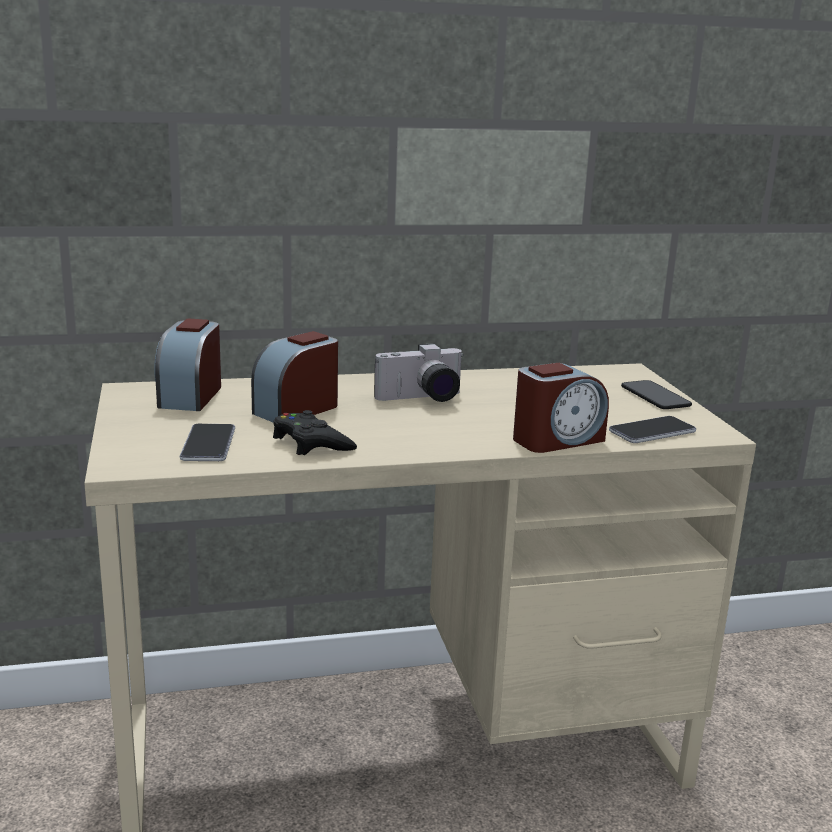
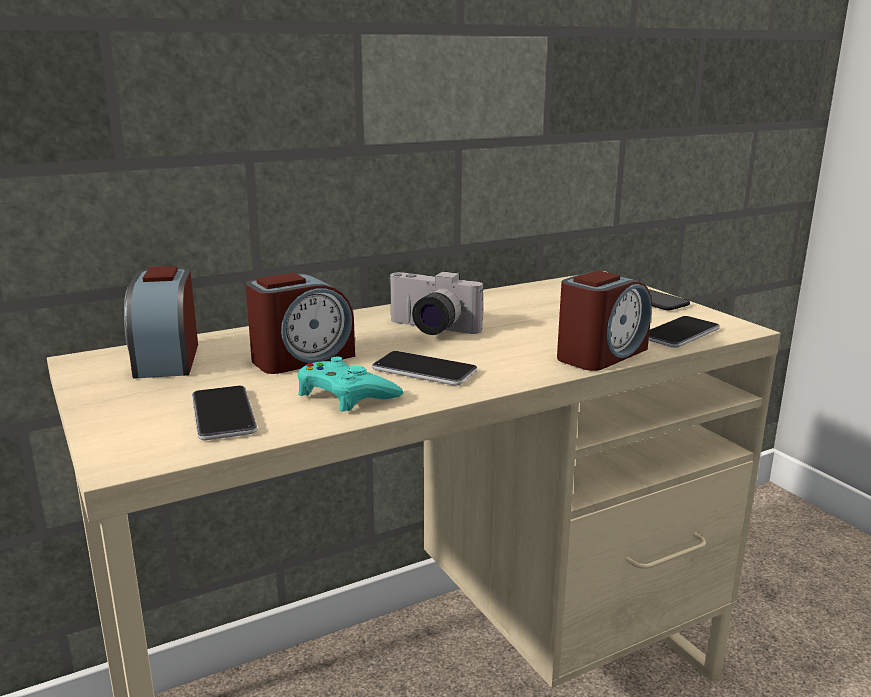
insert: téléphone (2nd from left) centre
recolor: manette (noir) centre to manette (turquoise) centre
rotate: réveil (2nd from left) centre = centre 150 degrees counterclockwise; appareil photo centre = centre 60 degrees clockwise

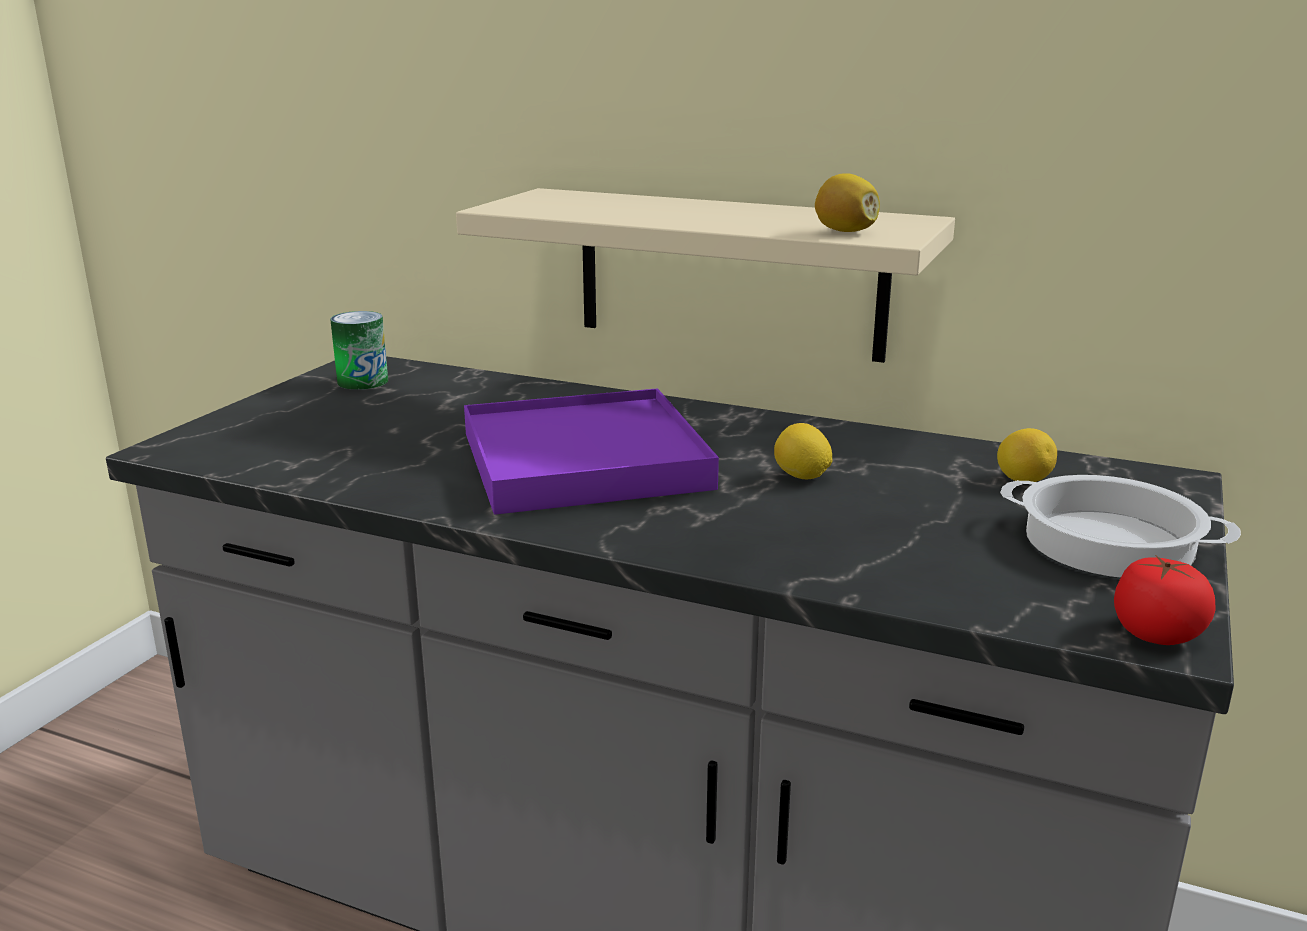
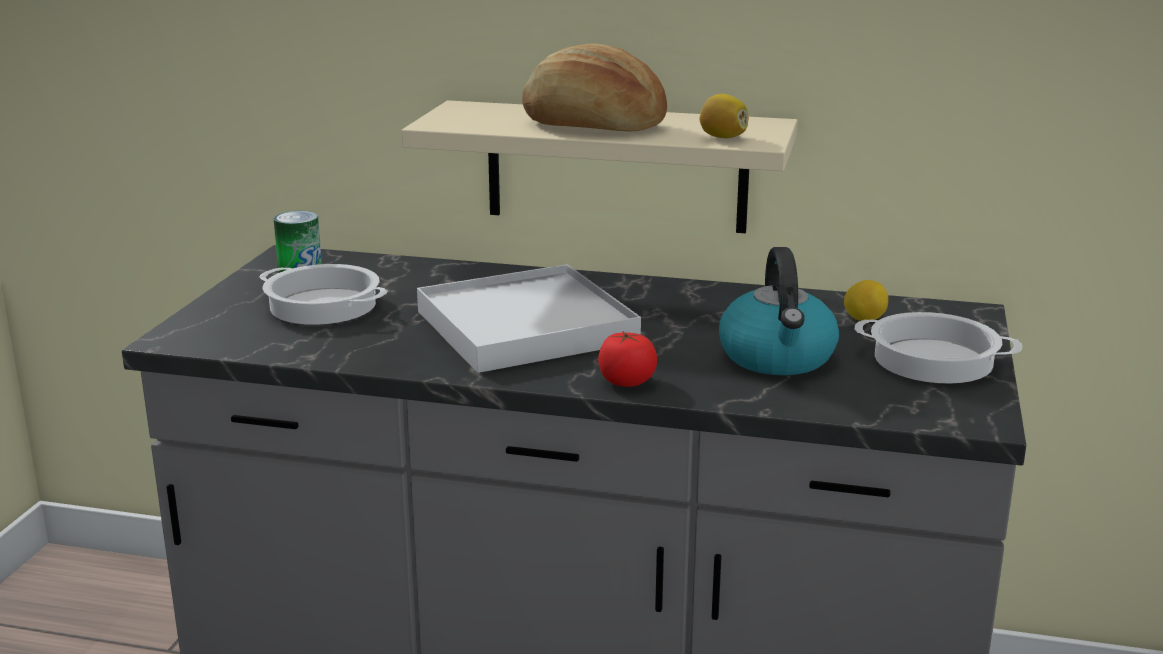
delete: citron (1st from left) centre
insert: marmite (1st from left) middle left; pain top centre; bouilloire middle right
move: tomate middle right to centre
recolor: plateau (violet) centre to plateau (blanc) centre

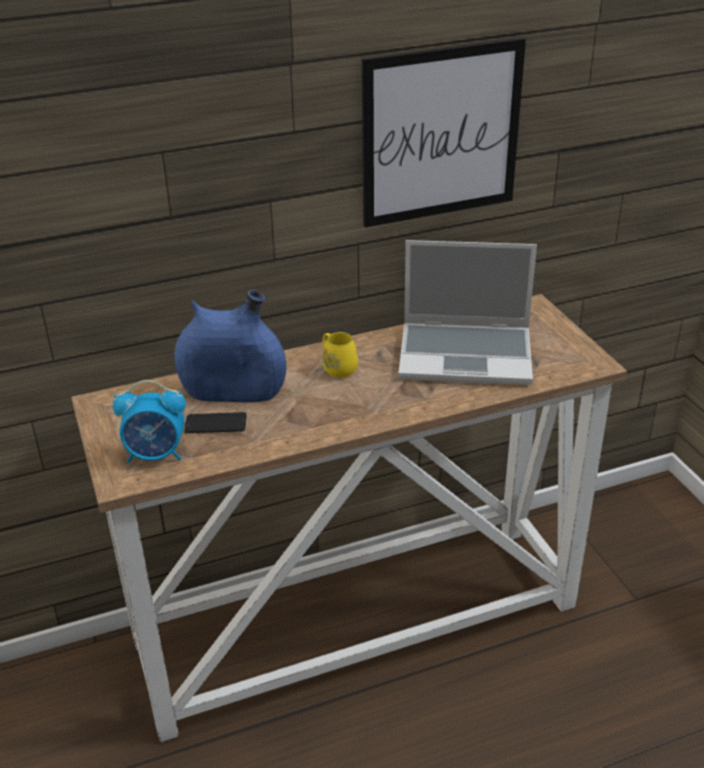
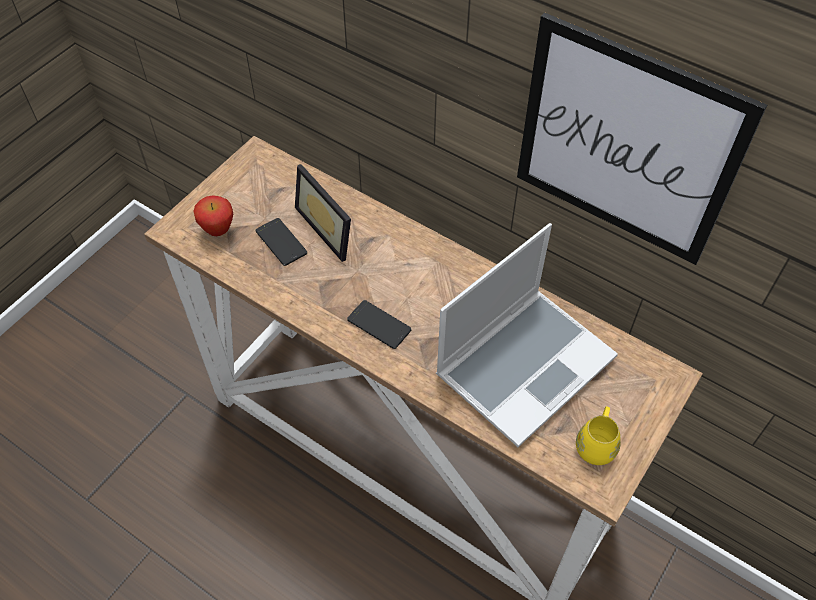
insert: téléphone (2nd from left) centre
move: mug (jaune) centre to bottom right
replace: réveil middle left to pomme middle left; vase (bleu) middle left to cadre photo centre
rotate: ordinateur portable centre = centre 105 degrees counterclockwise

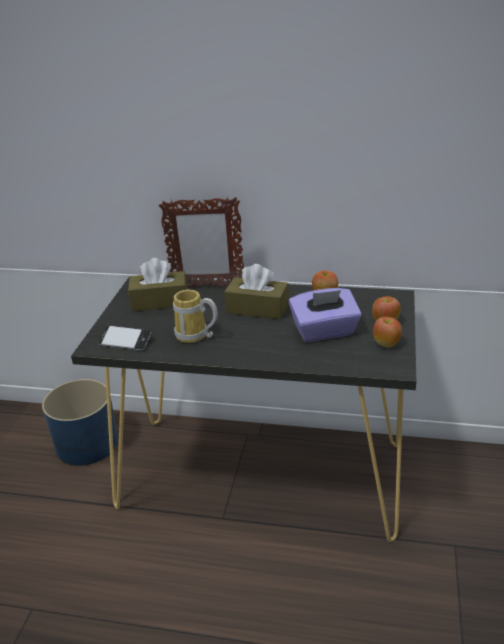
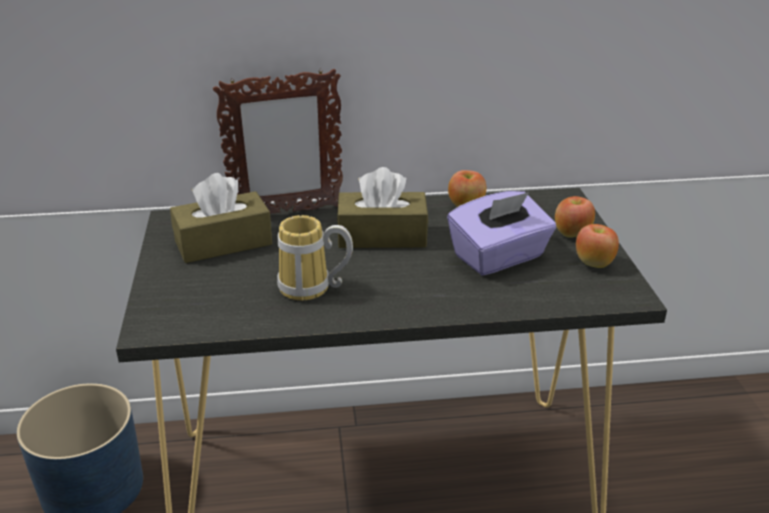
delete: téléphone middle left

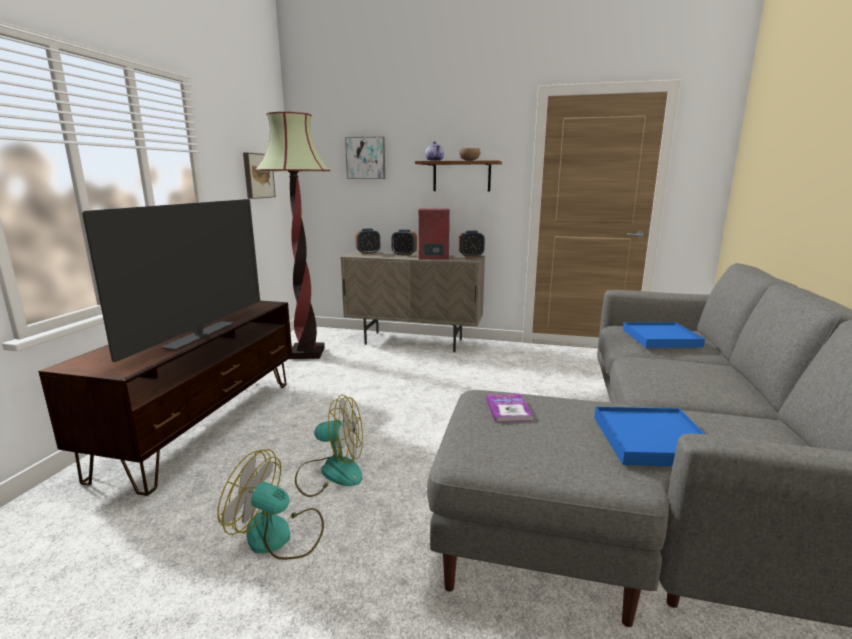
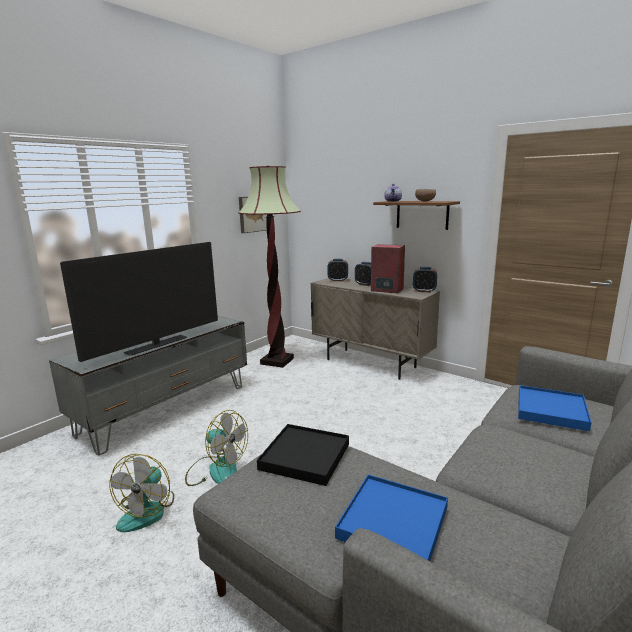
delete: tableau (2nd from left) top centre
replace: livre centre to plateau (noir) bottom centre
recolor: meuble télé (marron) middle left to meuble télé (gris) middle left
rotate: ventilateur (1st from left) bottom left = bottom left 120 degrees counterclockwise

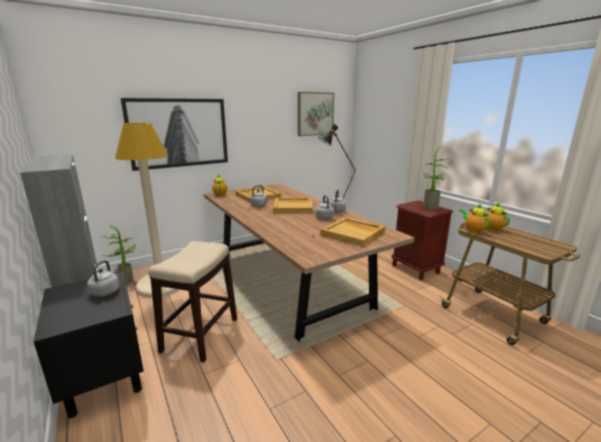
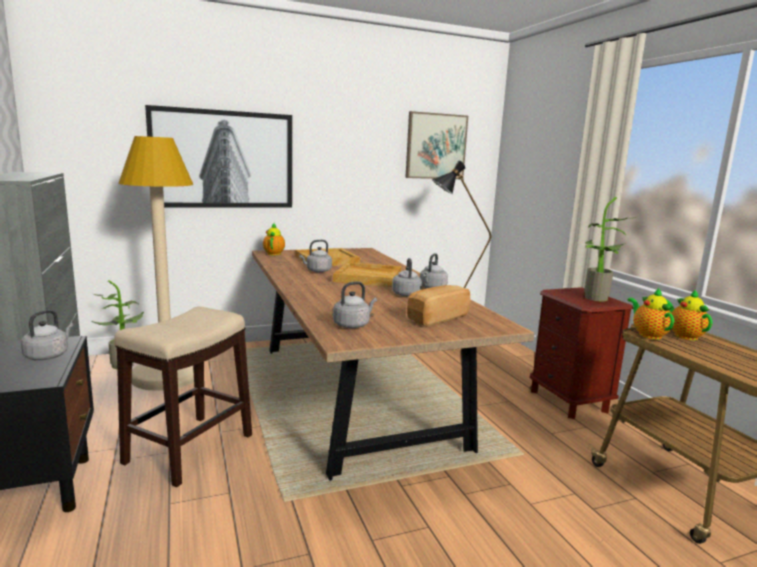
insert: bouilloire (gris) (3rd from left) centre
replace: plateau (beige) (3rd from left) centre to pain centre

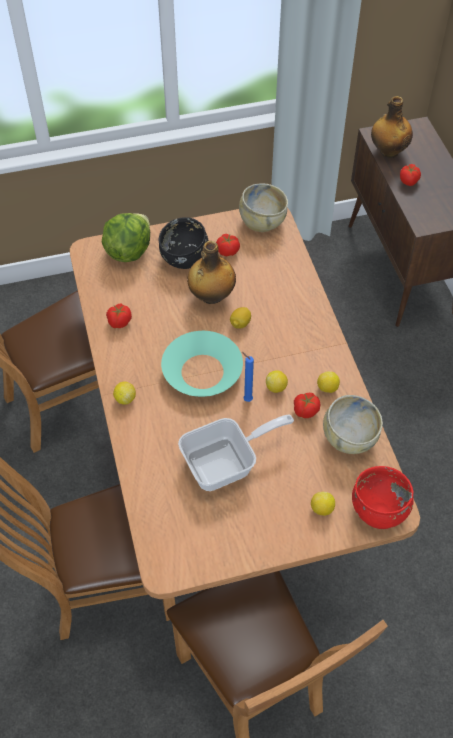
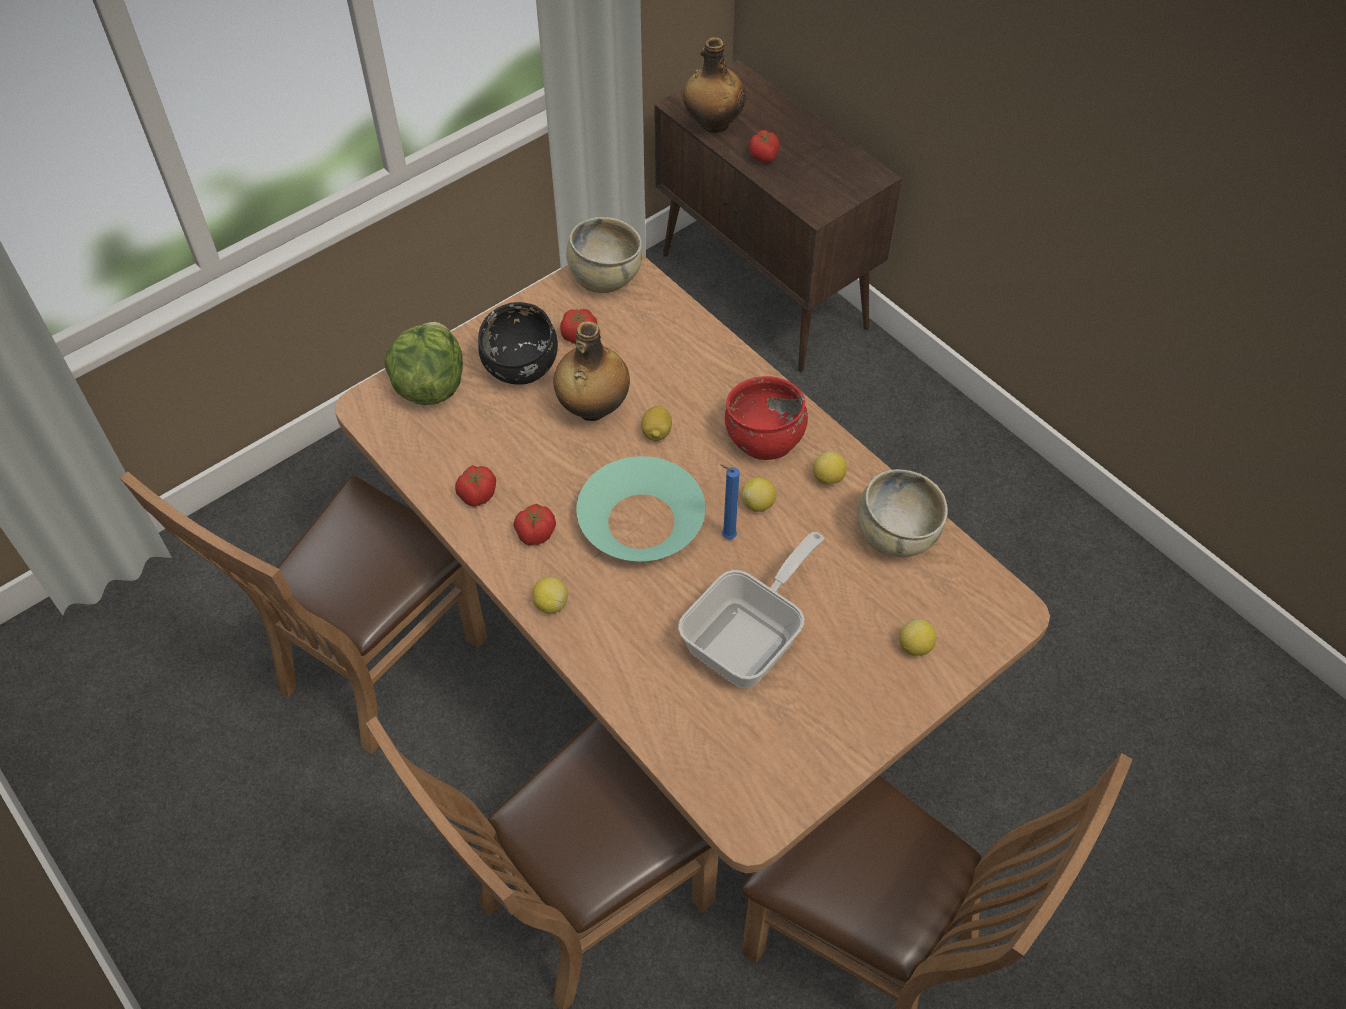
move: tomate (3rd from left in the first image) middle right to tomate (2nd from left) centre; bol (rouge) bottom right to centre

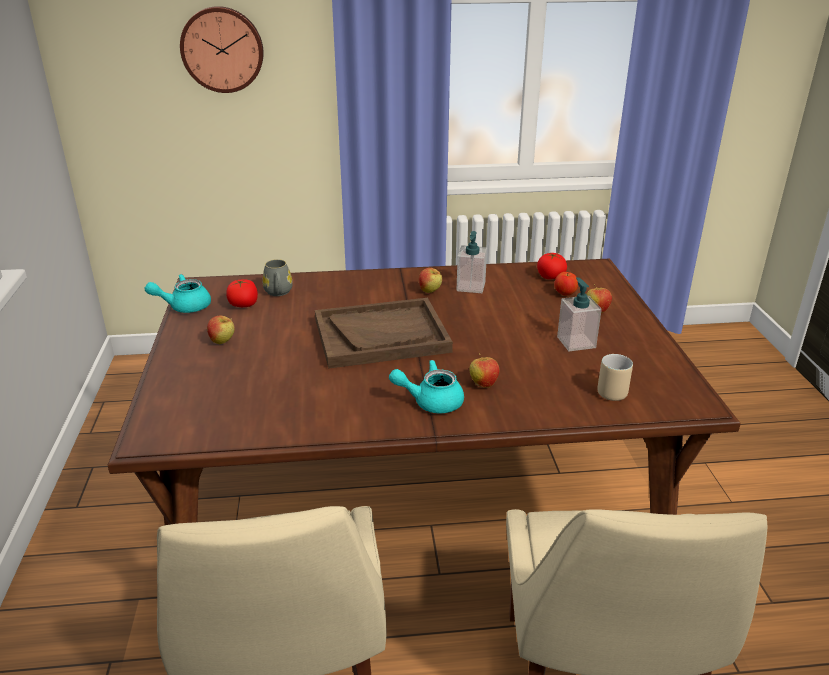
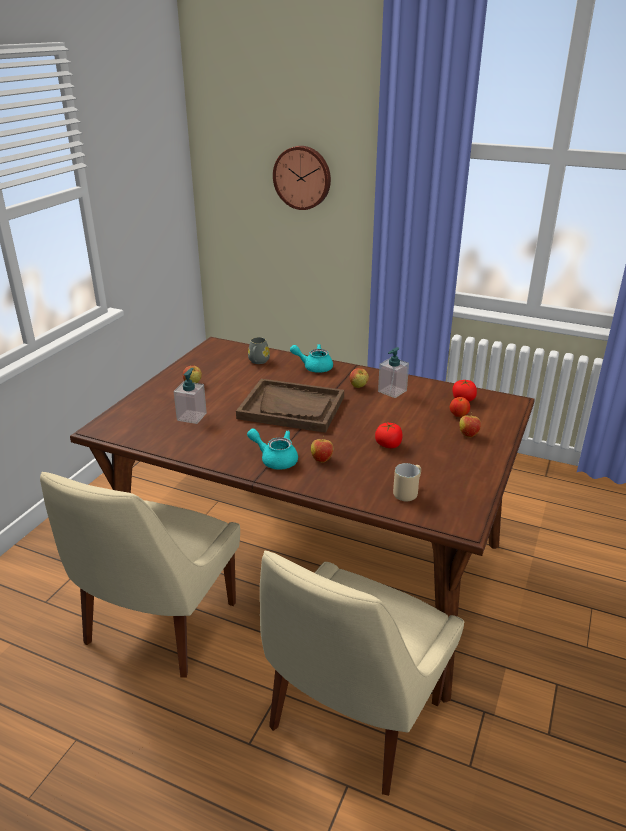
move: théière (turquoise) (1st from left in the first image) middle left to théière (turquoise) (2nd from left) centre; tomate (1st from left) middle left to centre; distributeur de savon (2nd from left in the first image) middle right to distributeur de savon (1st from left) middle left

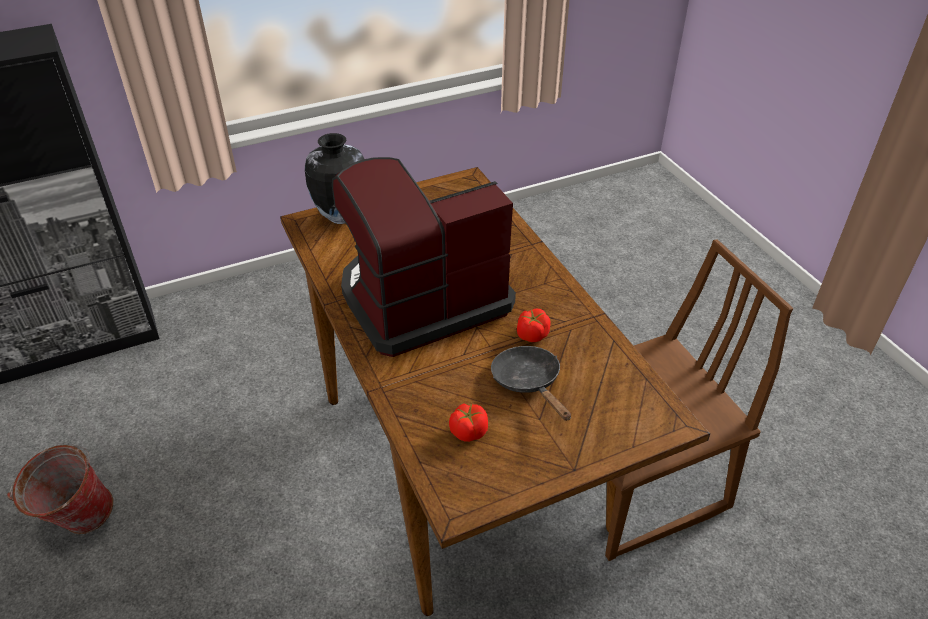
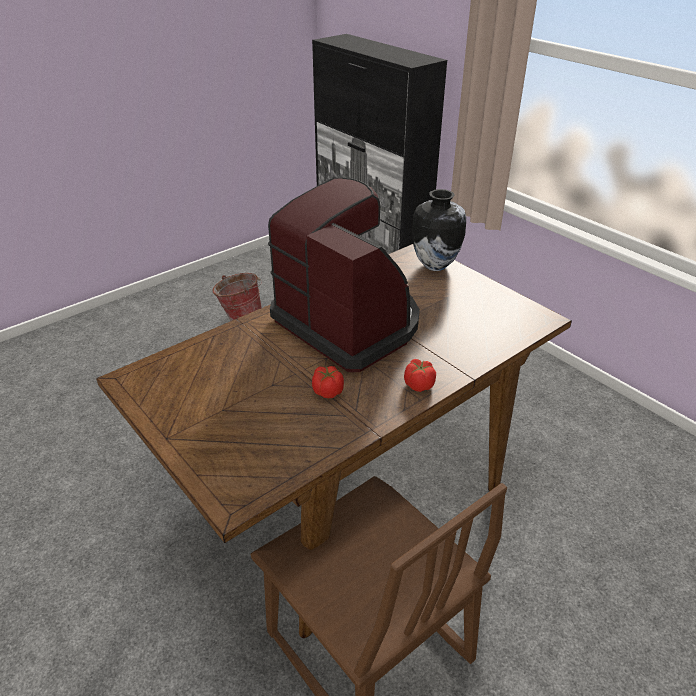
delete: poêle (noir) centre
move: tomate (1st from left in the first image) bottom centre to tomate (2nd from left) centre

